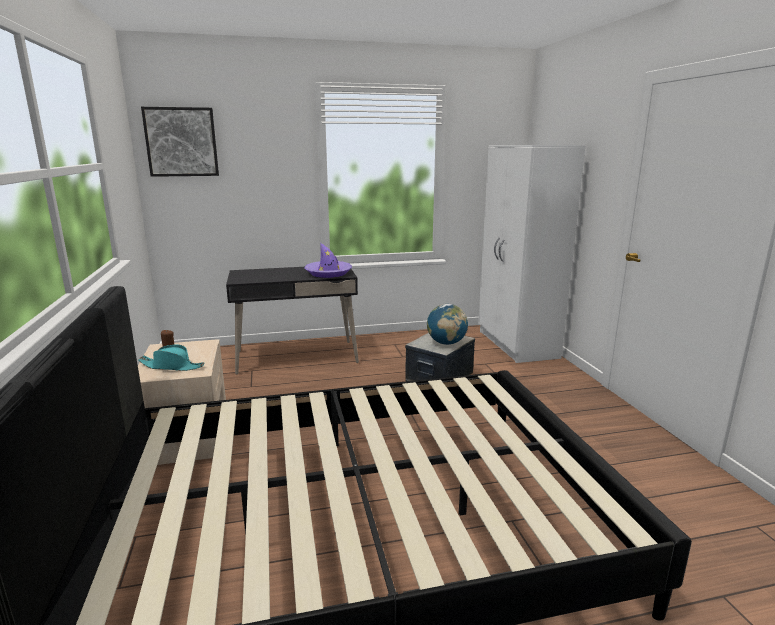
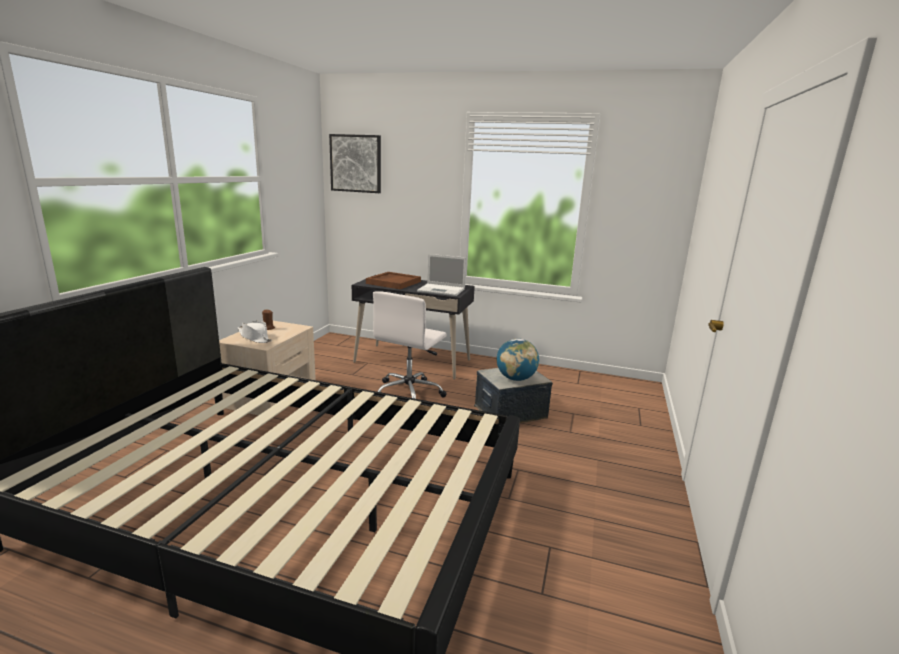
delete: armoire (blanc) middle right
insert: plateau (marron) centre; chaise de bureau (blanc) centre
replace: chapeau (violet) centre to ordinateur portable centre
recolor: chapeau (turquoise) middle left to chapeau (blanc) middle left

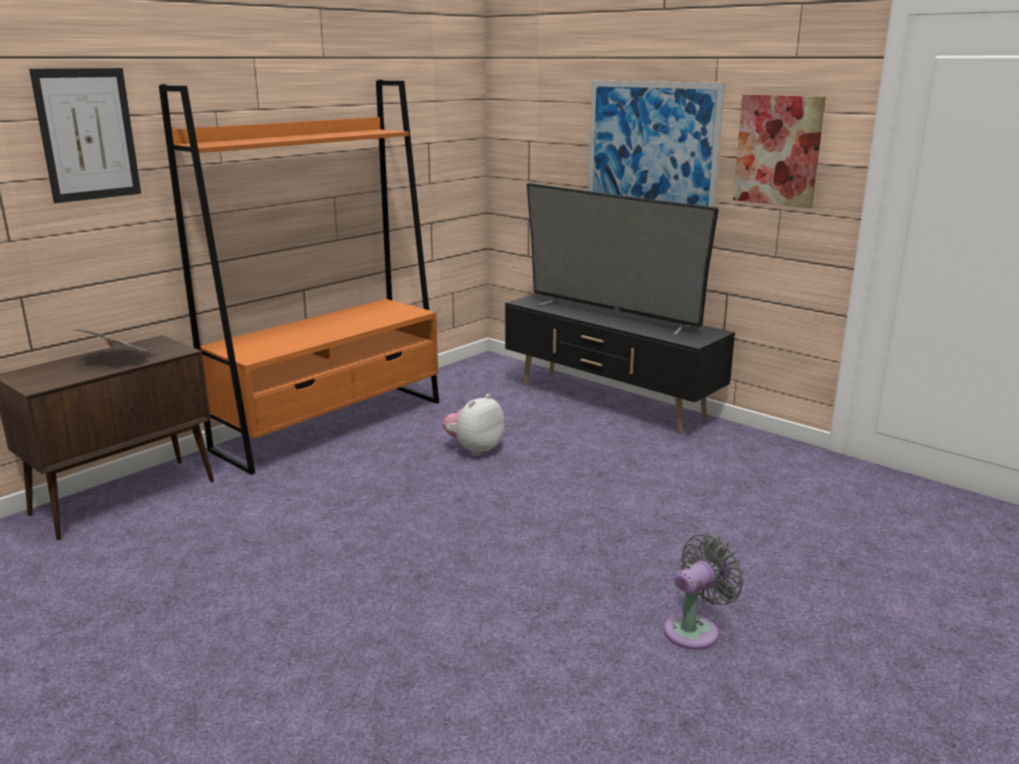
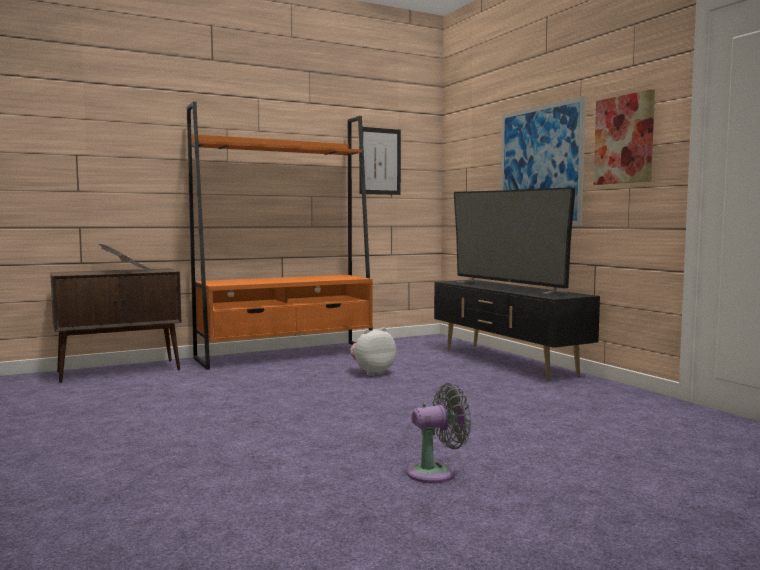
move: tableau (1st from left) top left to top centre

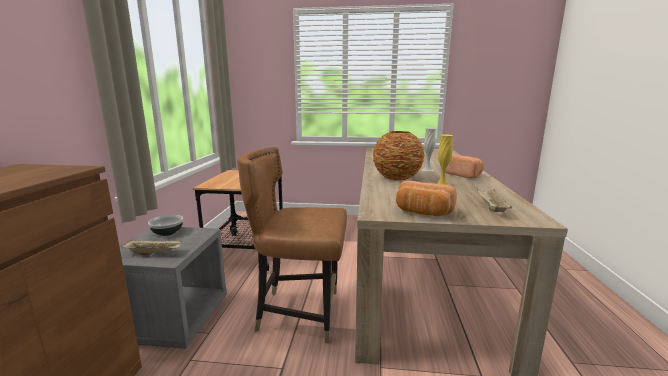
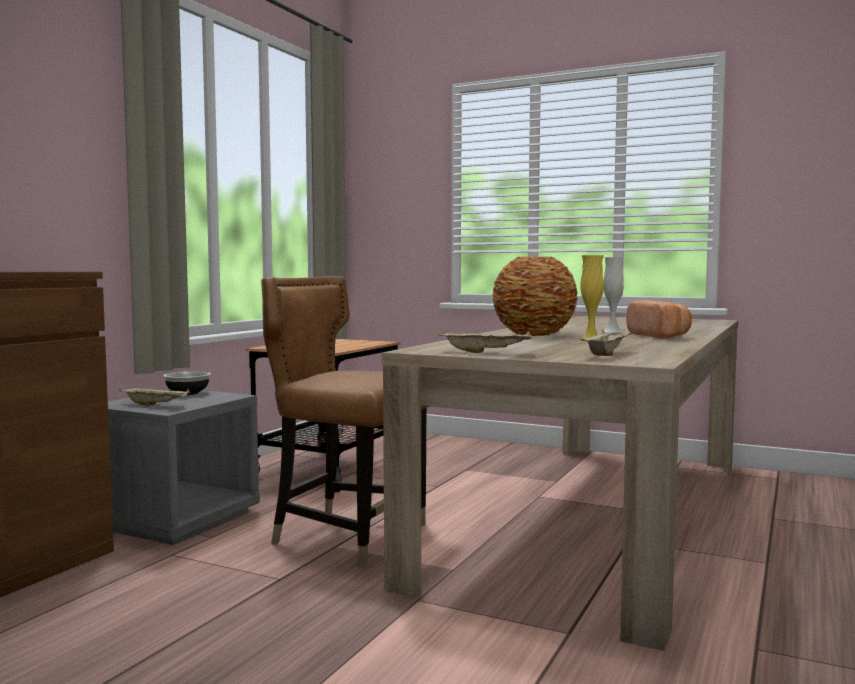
replace: pain (1st from left) centre to plateau (beige) (2nd from left) centre

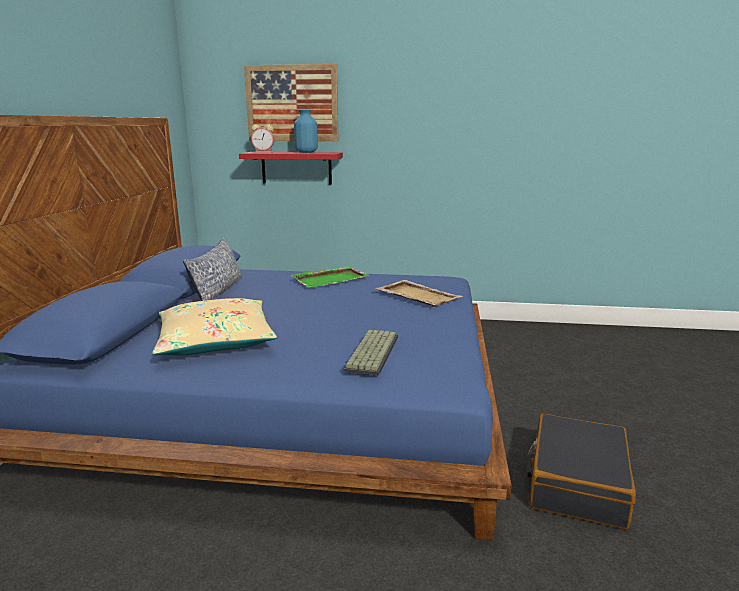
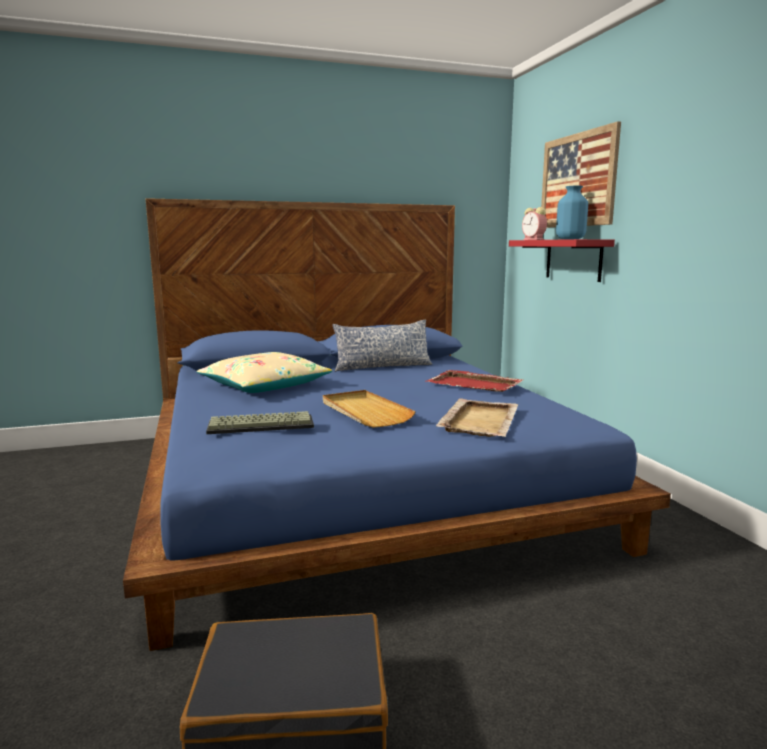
insert: plateau (beige) (1st from left) centre
recolor: plateau (vert) centre to plateau (rouge) centre

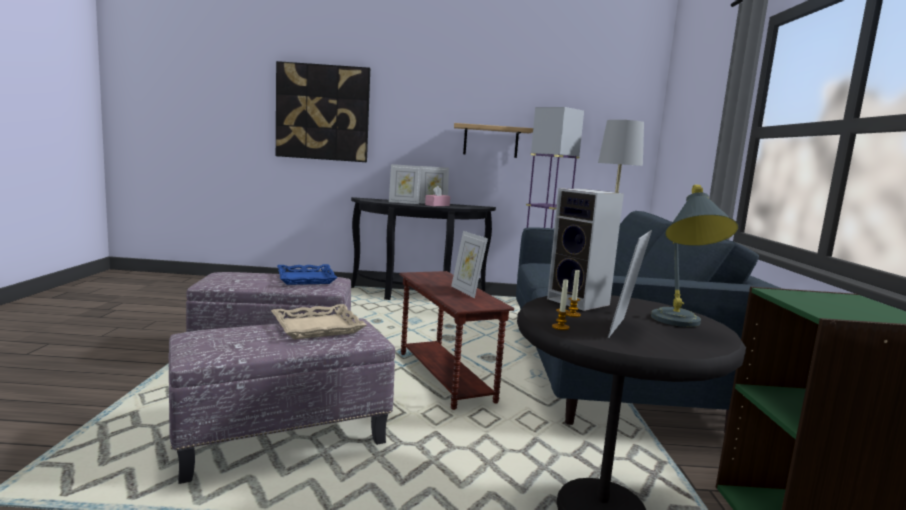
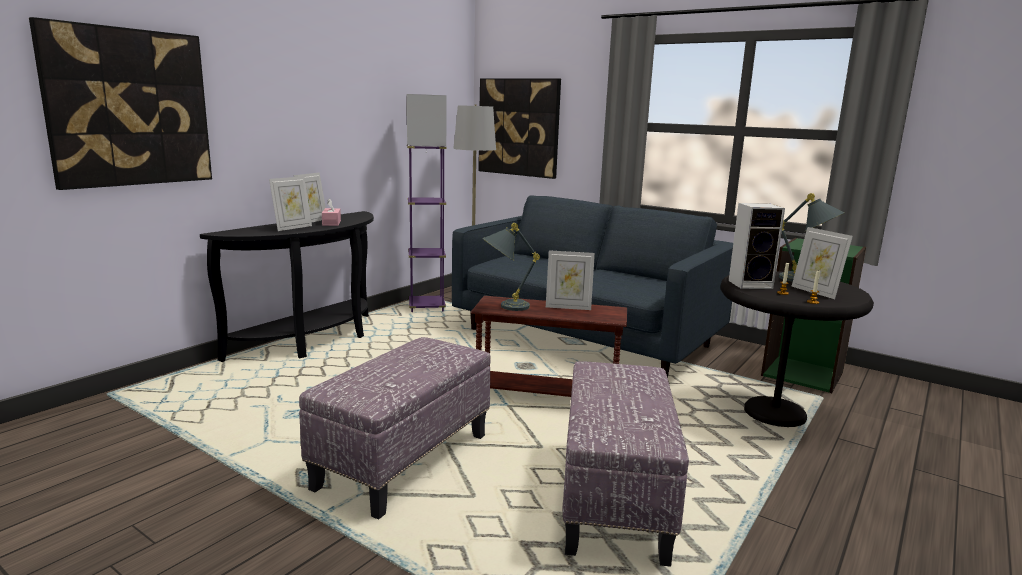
delete: plateau (beige) centre; plateau (bleu) centre; étagère top centre
insert: tableau (2nd from left) top centre; lampe de table (gris) (1st from left) centre

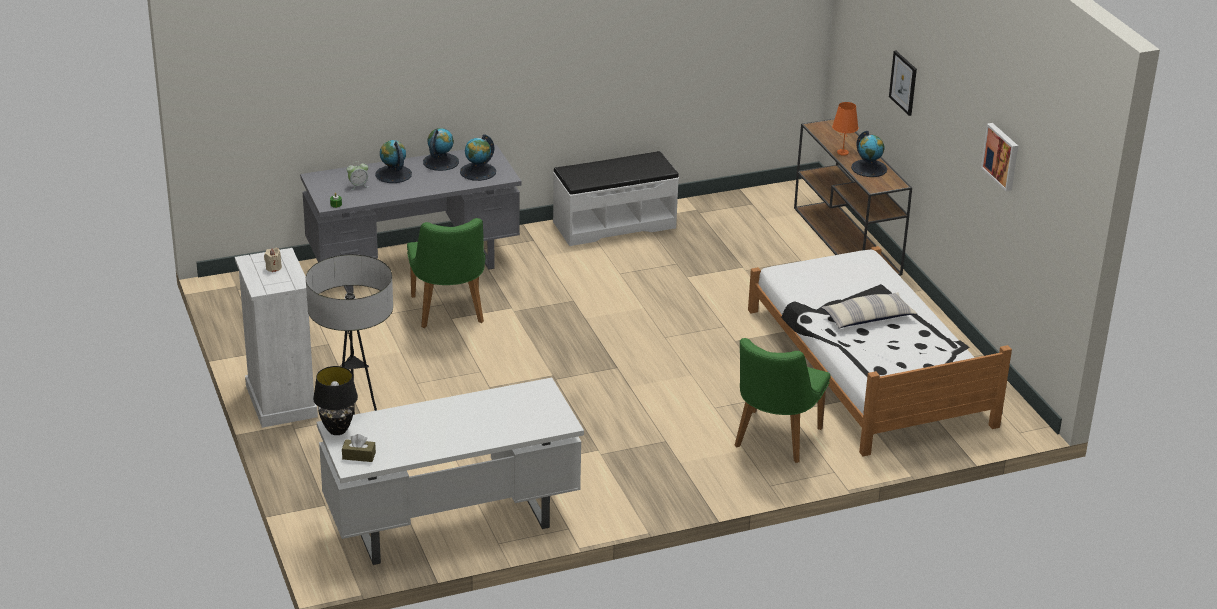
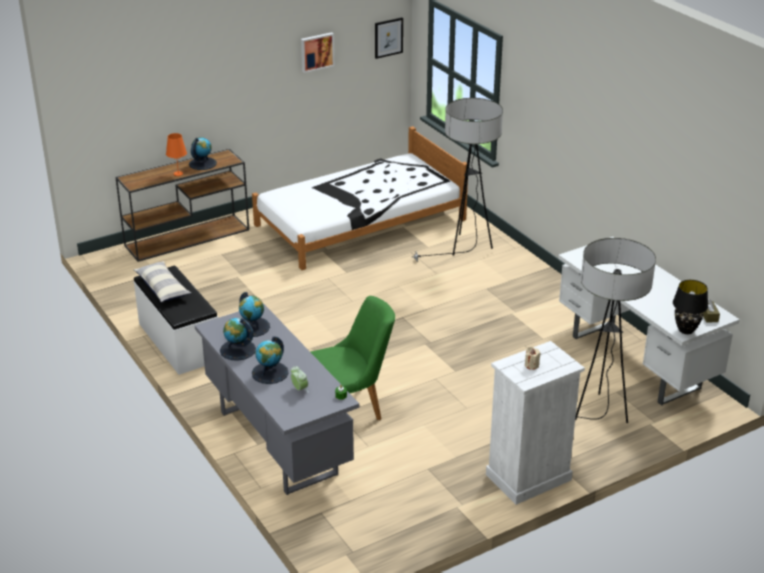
move: coussin middle right to middle left; tableau (1st from left in the first image) top right to tableau (2nd from left) top centre
replace: chaise (vert) (2nd from left) centre to lampadaire (1st from left) top centre

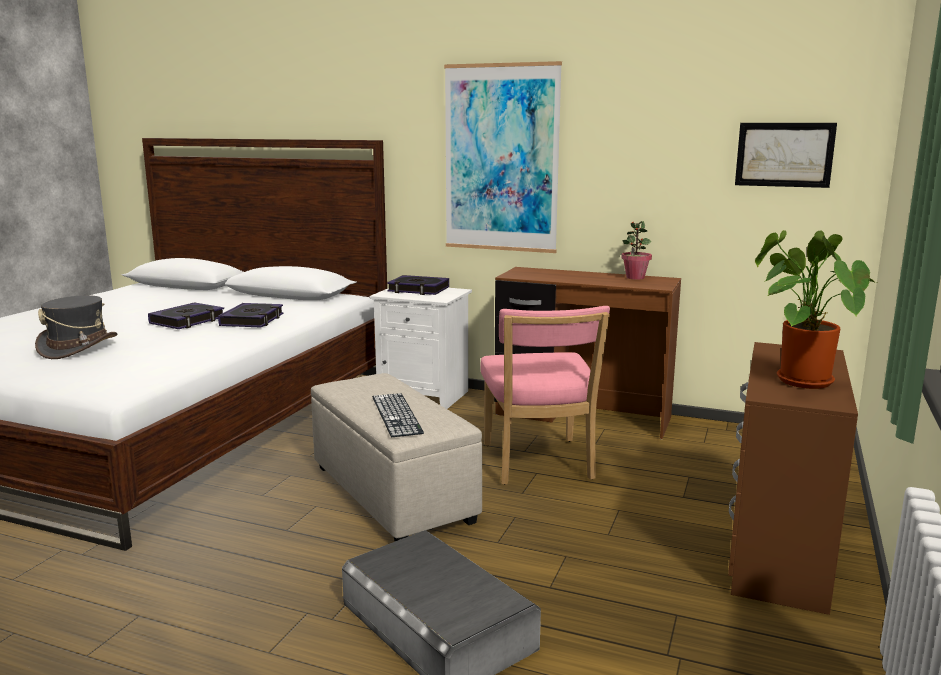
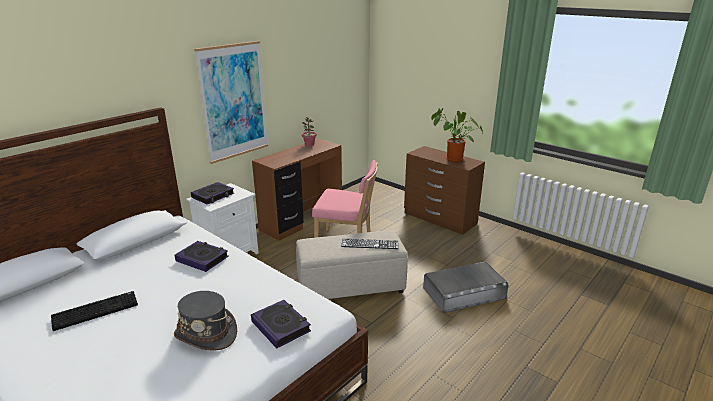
delete: tableau (2nd from left) top right
insert: clavier (1st from left) bottom left
move: livre (1st from left in the first image) middle left to livre (3rd from left) bottom centre

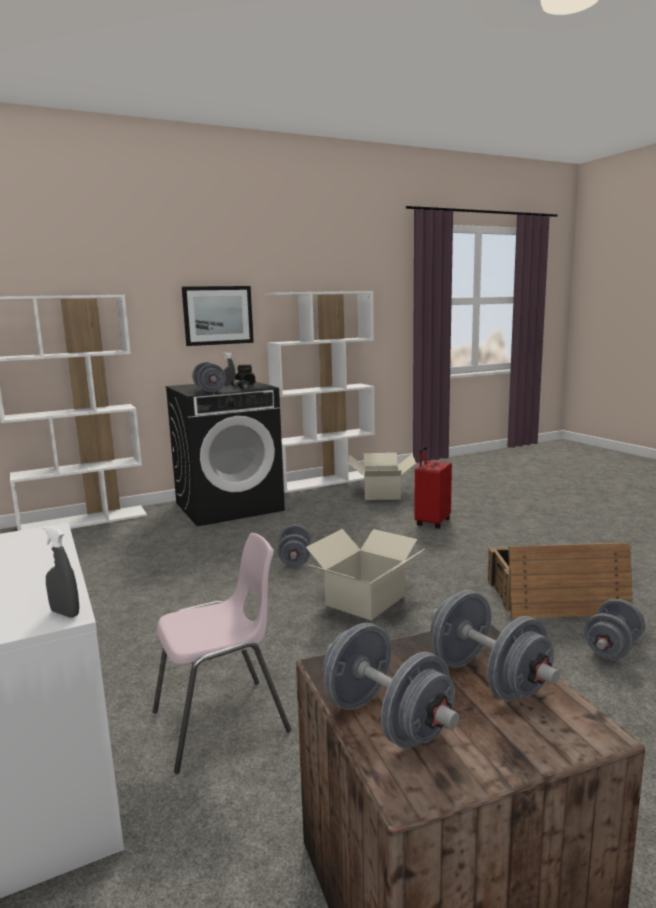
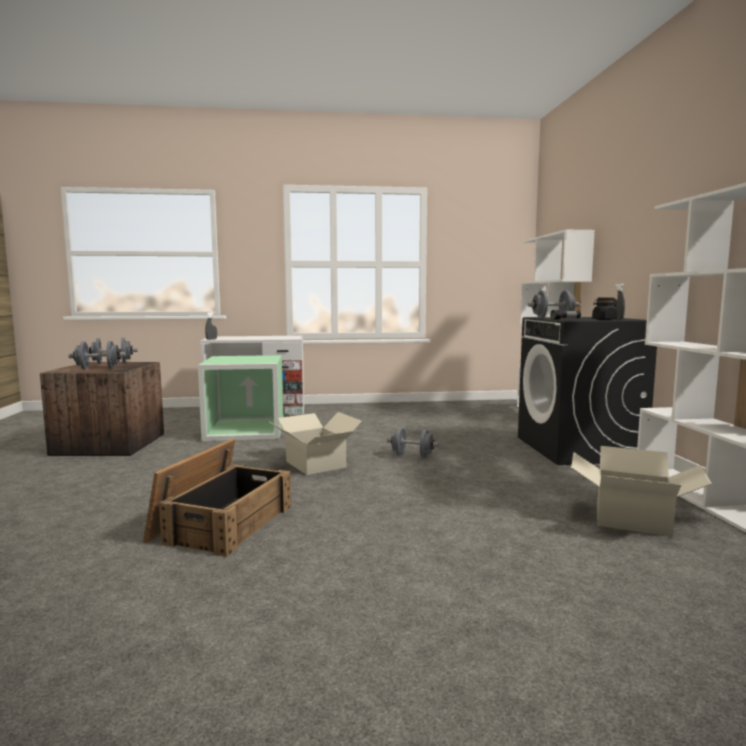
delete: tableau middle left; valise (rouge) centre; haltère (gris) (5th from left) bottom right
replace: chaise (rose) bottom centre to boîte de rangement (vert) middle left

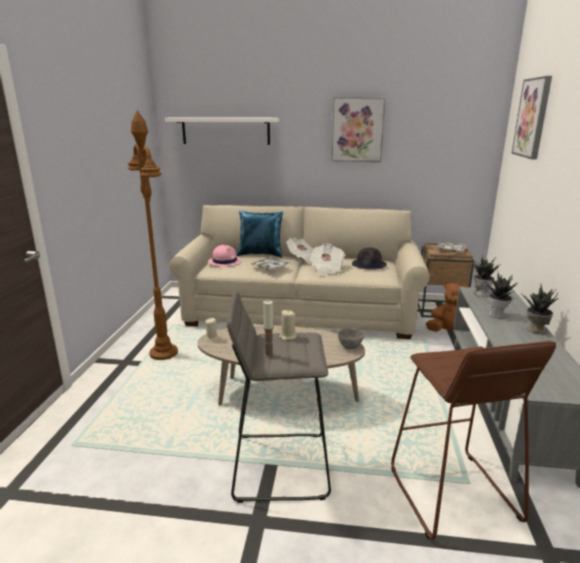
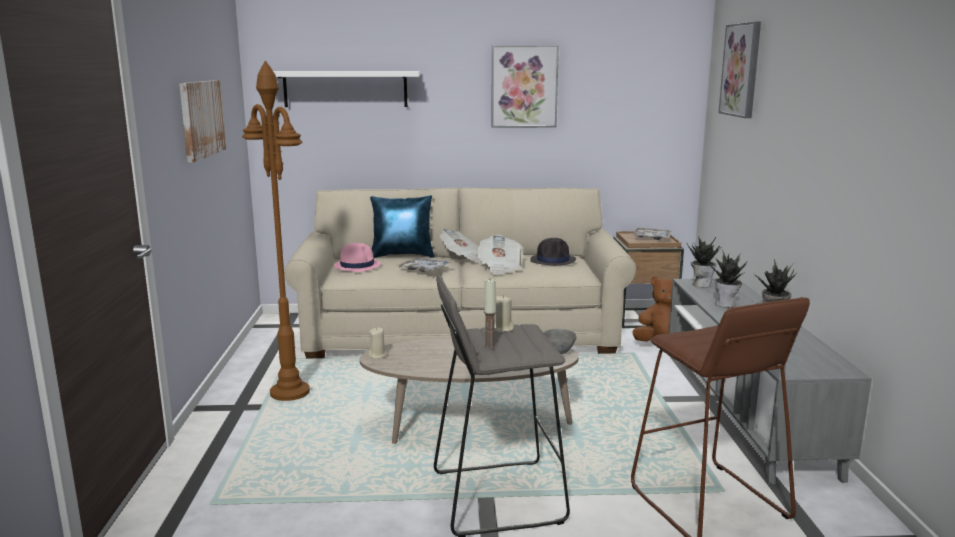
insert: tableau (1st from left) top left

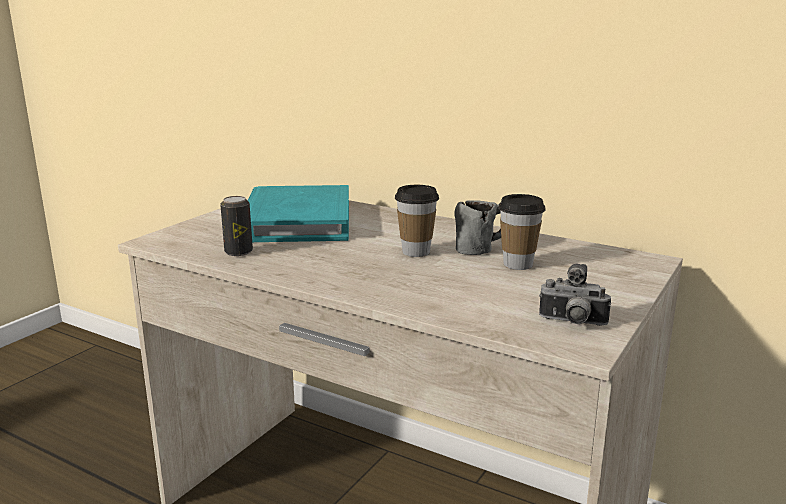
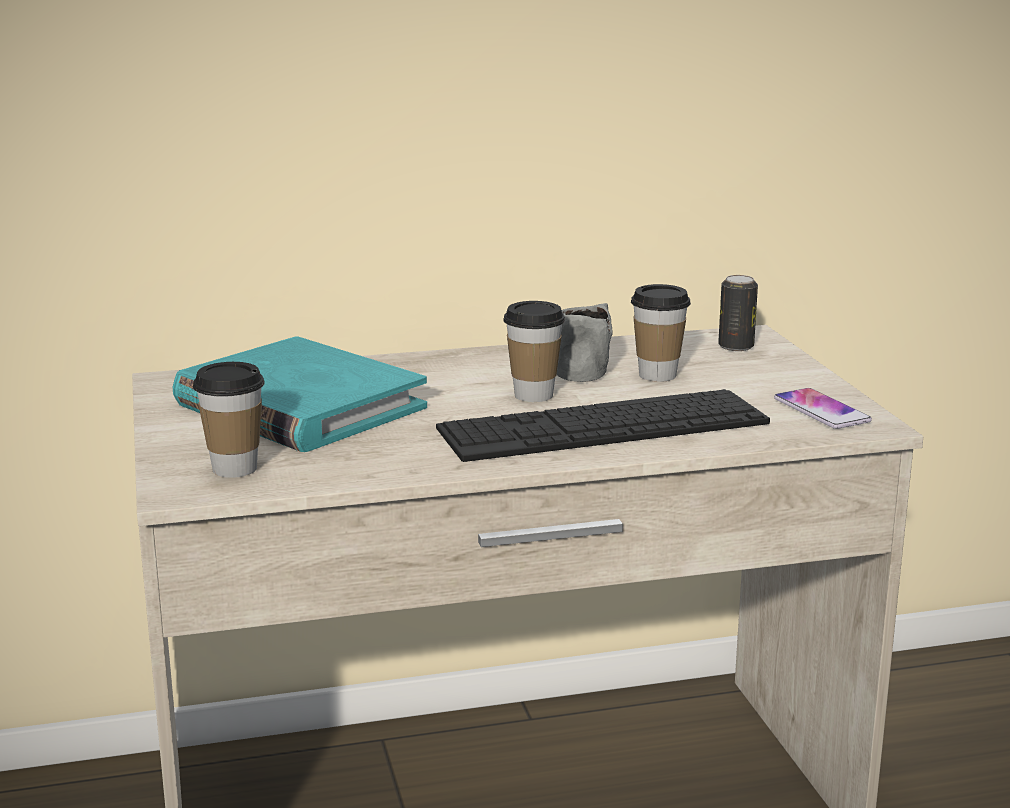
insert: tasse (1st from left) middle left; clavier centre
move: boîte métallique middle left to middle right
replace: appareil photo middle right to téléphone middle right

